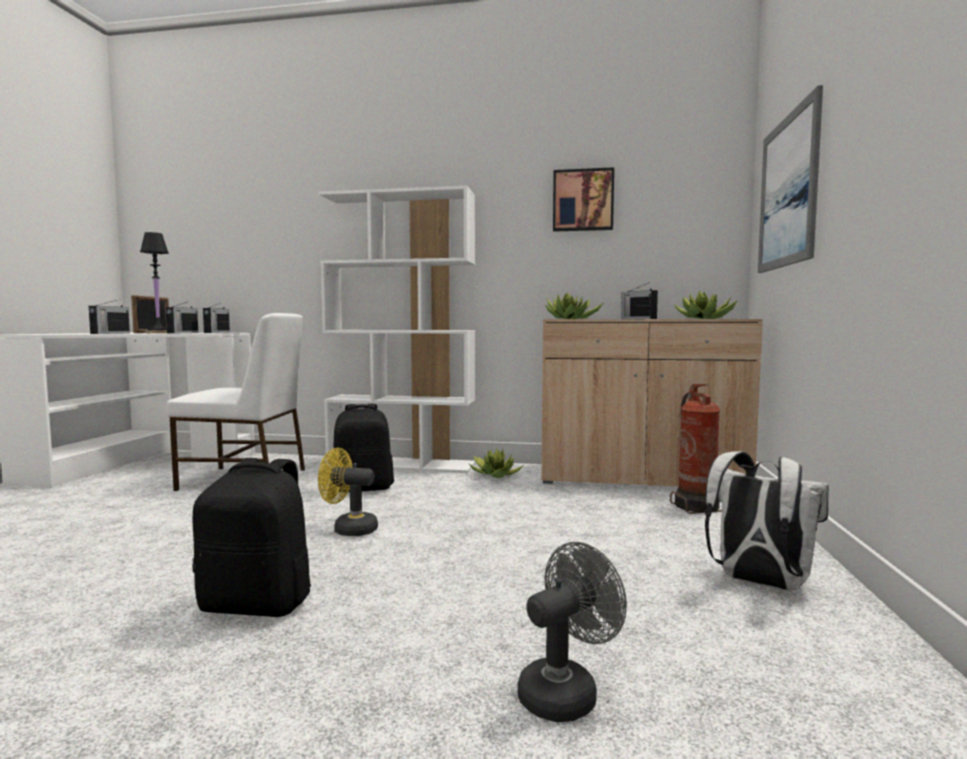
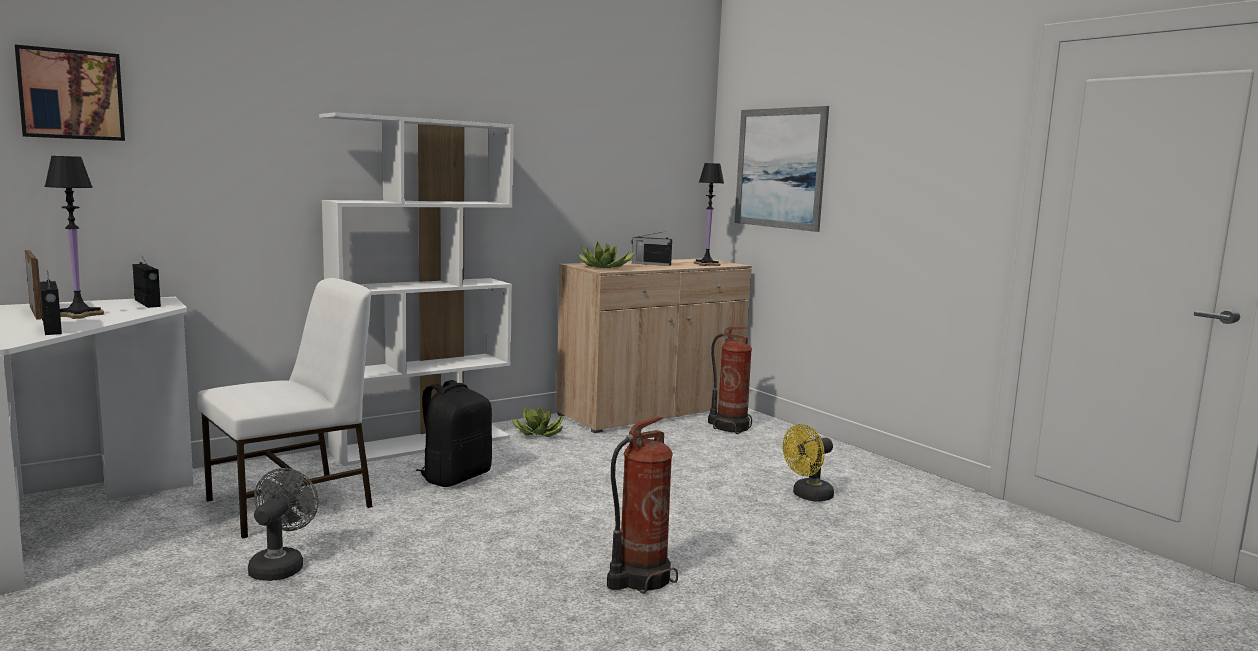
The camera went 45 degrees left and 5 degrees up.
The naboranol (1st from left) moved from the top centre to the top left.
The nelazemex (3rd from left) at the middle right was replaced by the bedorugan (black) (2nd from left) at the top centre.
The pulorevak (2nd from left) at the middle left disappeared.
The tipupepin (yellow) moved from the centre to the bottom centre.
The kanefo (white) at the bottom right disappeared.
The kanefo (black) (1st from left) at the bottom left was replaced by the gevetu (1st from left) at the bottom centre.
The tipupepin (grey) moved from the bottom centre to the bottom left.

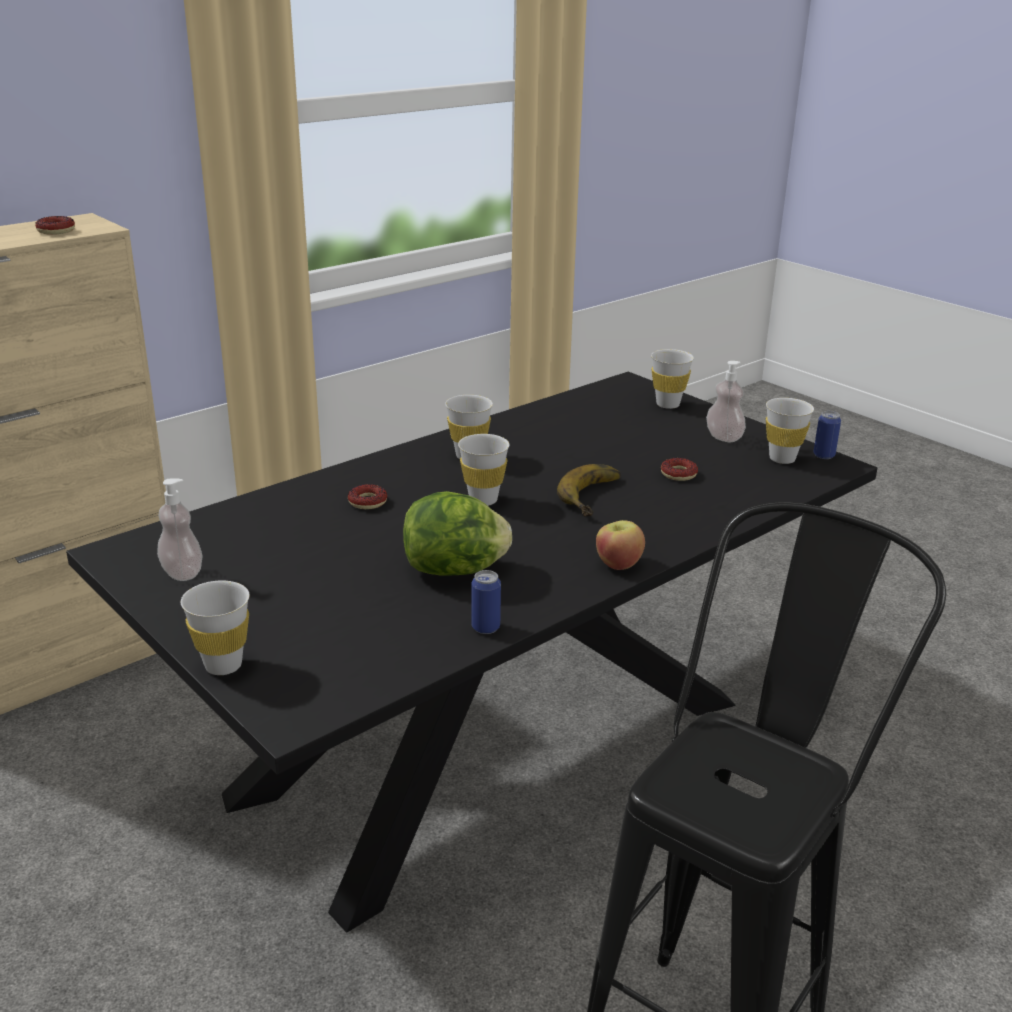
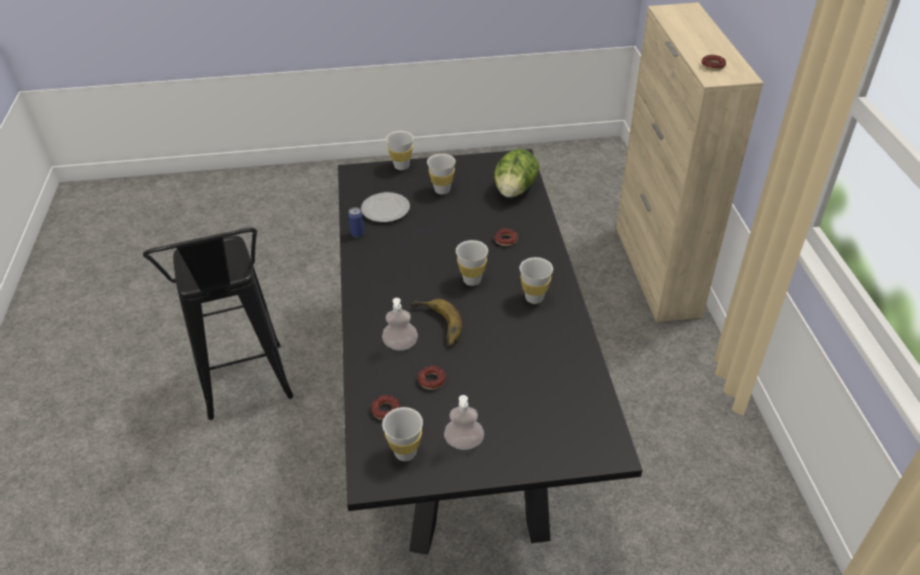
The camera went 125 degrees right and 15 degrees up.
The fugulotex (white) (4th from left in the first image) moved from the centre to the top centre.
The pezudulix (2nd from left) at the middle right disappeared.
The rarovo (1st from left) moved from the middle left to the centre.
The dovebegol moved from the centre to the top centre.
The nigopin at the centre disappeared.
The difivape at the centre appeared.
The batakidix (1st from left) at the bottom centre appeared.

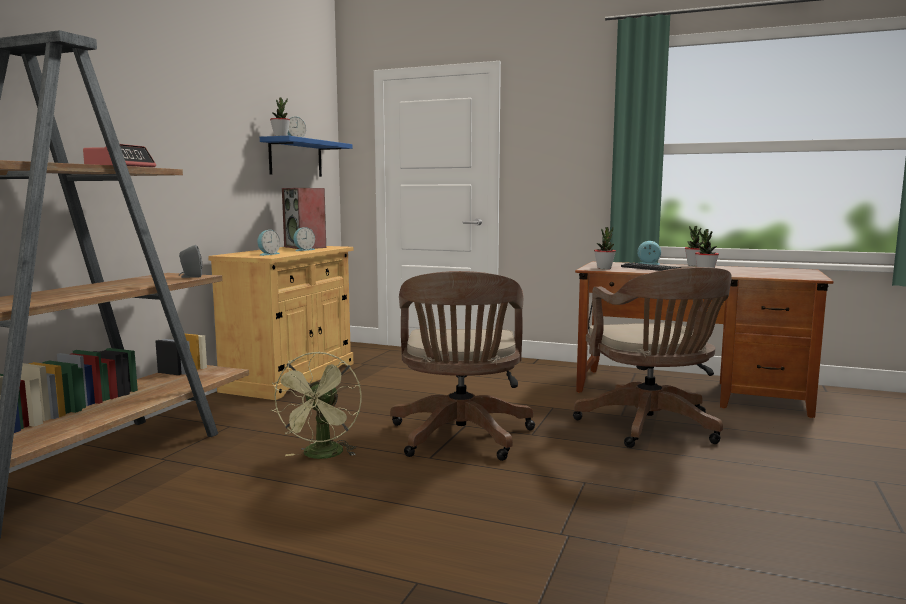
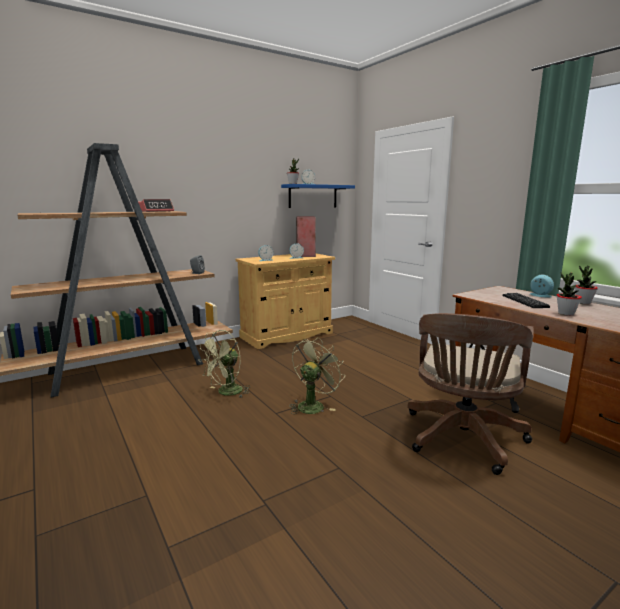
The camera went 35 degrees right and 5 degrees up.
The nelazemex (2nd from left) at the middle right disappeared.
The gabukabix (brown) (1st from left) at the centre was replaced by the tipupepin (green) (2nd from left) at the centre.

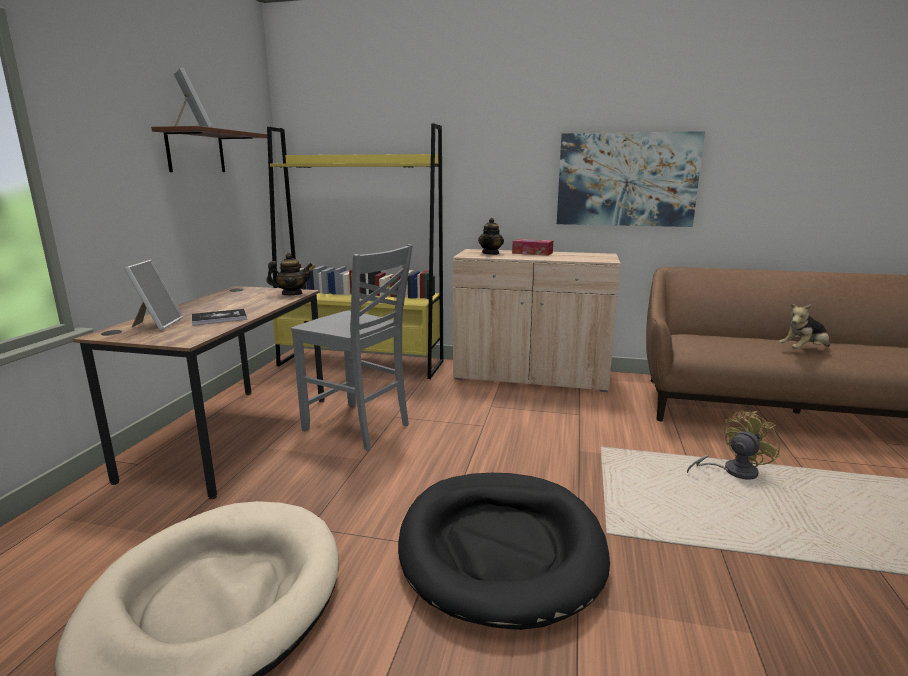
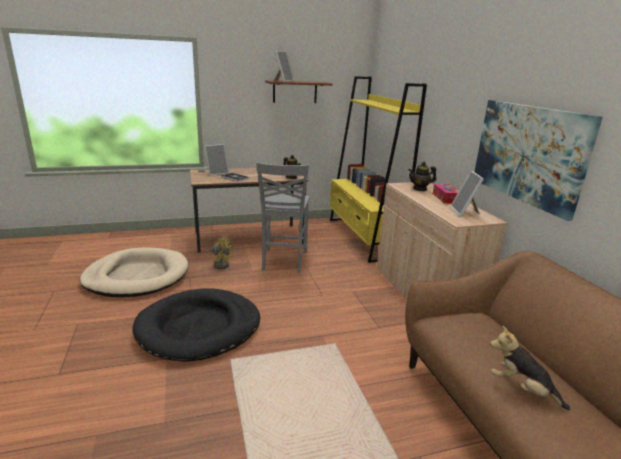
The camera went 60 degrees right and 5 degrees up.
The tipupepin (yellow) moved from the middle right to the centre.
The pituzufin (3rd from left) at the middle right appeared.

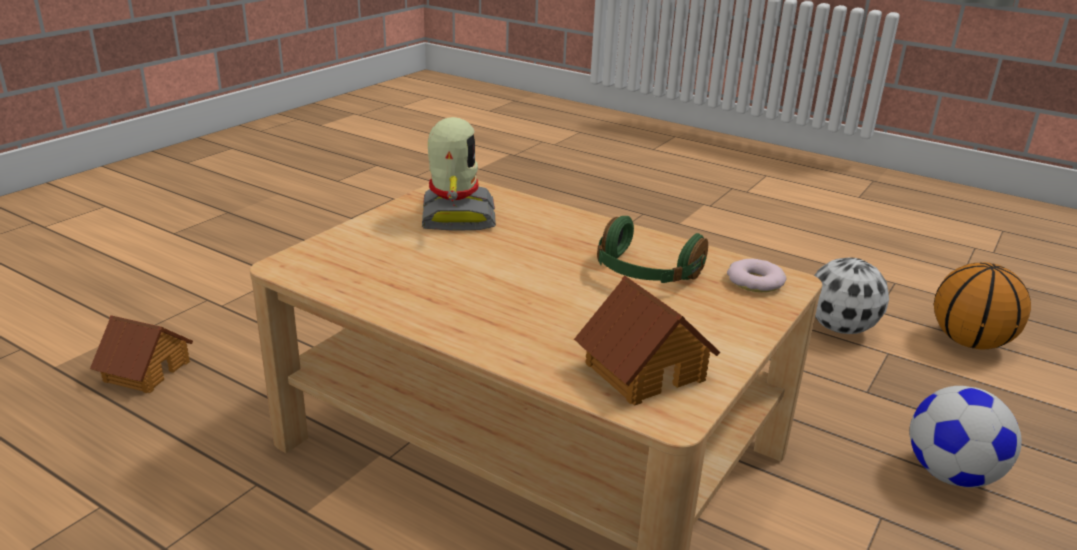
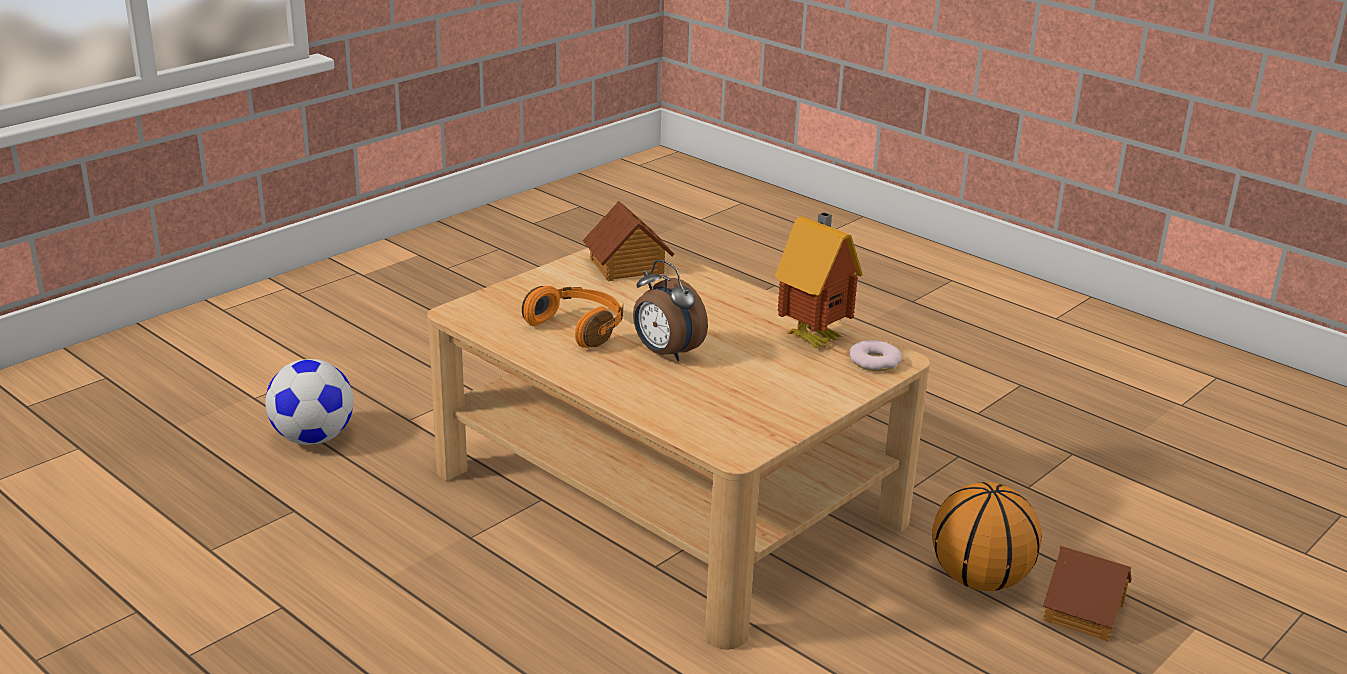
The camera went 170 degrees left and 0 degrees up.
The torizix at the top centre disappeared.
The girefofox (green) at the centre became the girefofox (orange) at the centre.
The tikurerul (1st from left) at the middle right disappeared.
The batakidix moved from the middle right to the centre.
The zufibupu moved from the middle right to the bottom right.
The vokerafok (2nd from left) at the centre appeared.
The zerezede at the centre appeared.

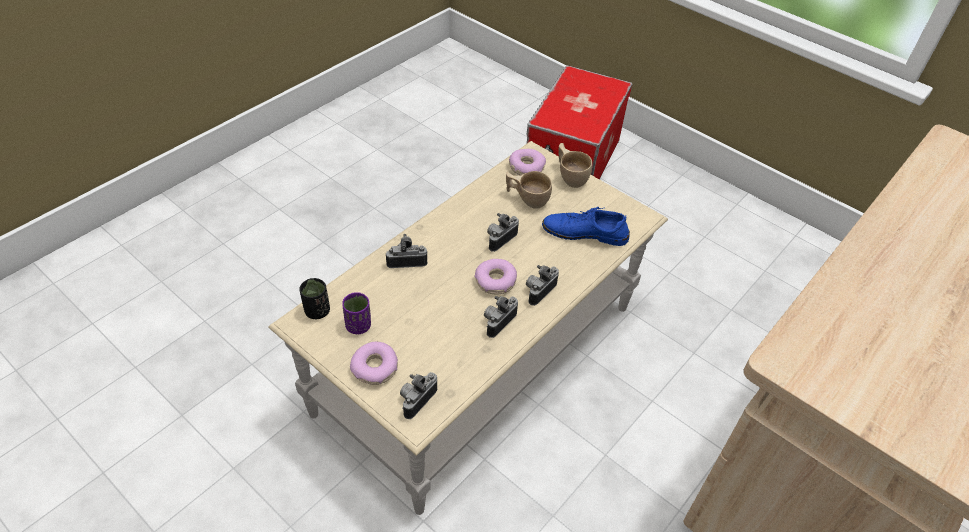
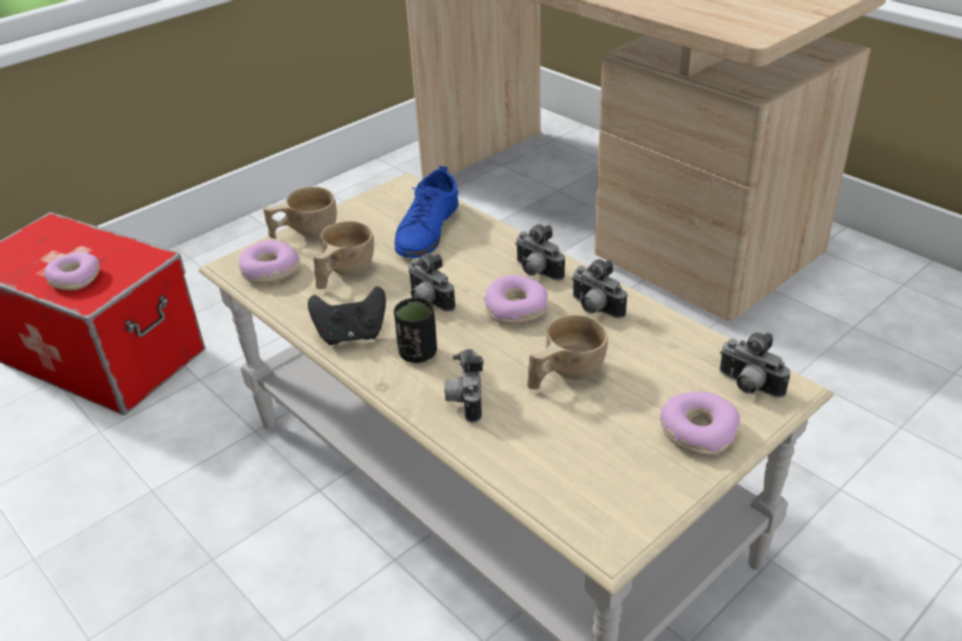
The camera went 80 degrees left and 10 degrees down.
The fugulotex (black) moved from the middle left to the centre.
The fugulotex (purple) at the centre disappeared.
The batakidix (1st from left) at the middle left appeared.
The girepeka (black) at the centre appeared.
The fugulotex (beige) (3rd from left) at the centre appeared.

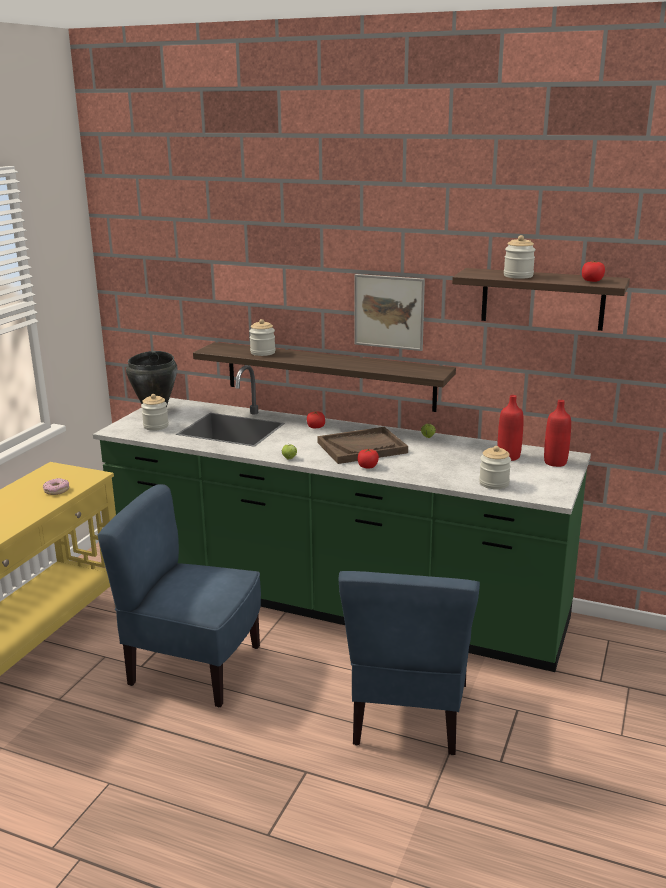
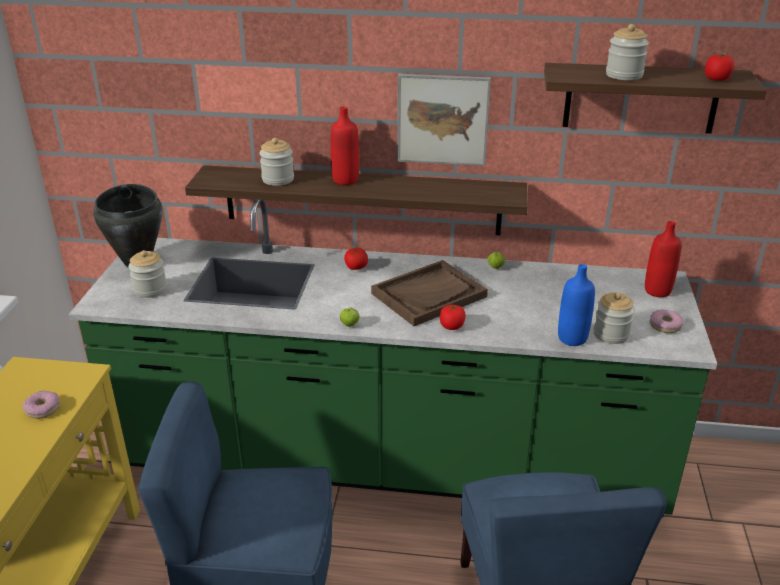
The camera went 15 degrees left and 10 degrees up.
The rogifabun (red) (1st from left) moved from the middle right to the top centre.
The rogifabun (blue) at the middle right appeared.
The batakidix (2nd from left) at the middle right appeared.

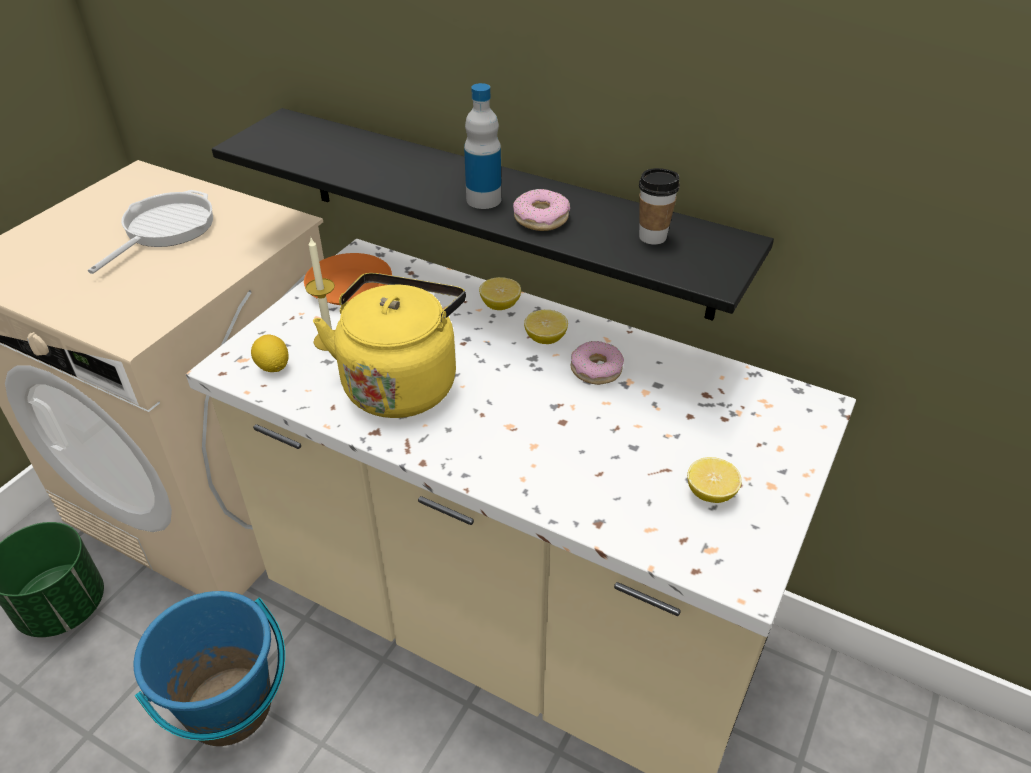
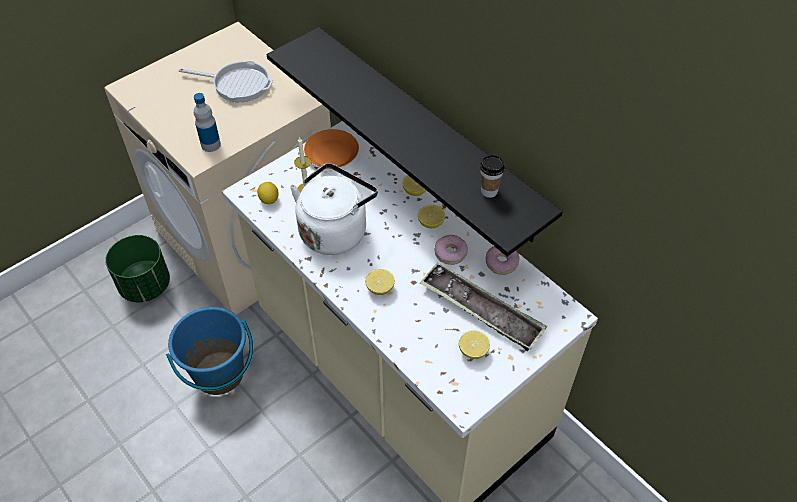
The camera went 20 degrees right and 10 degrees up.
The rogifabun moved from the top centre to the top left.
The batakidix (1st from left in the first image) moved from the top centre to the centre.
The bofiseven at the top left turned 60 degrees clockwise.
The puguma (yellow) at the centre became the puguma (white) at the centre.
The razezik at the centre appeared.
The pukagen (2nd from left) at the centre appeared.

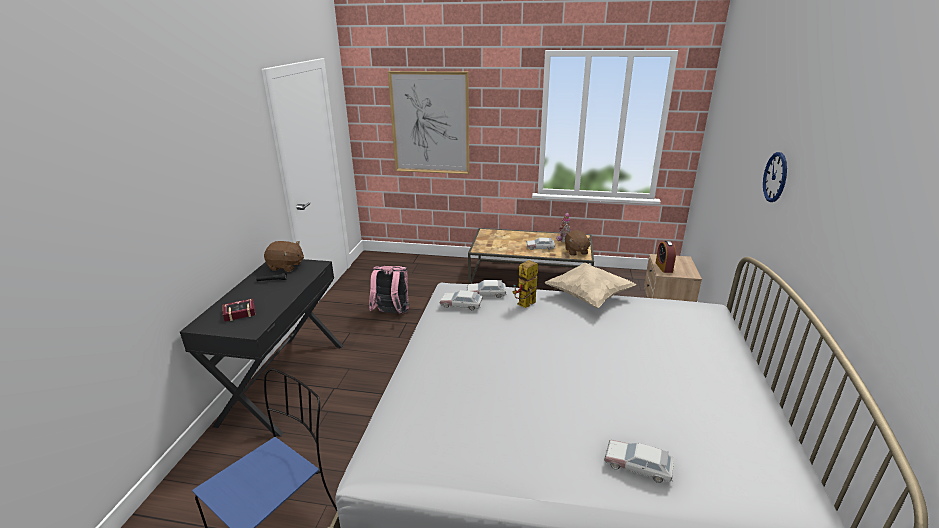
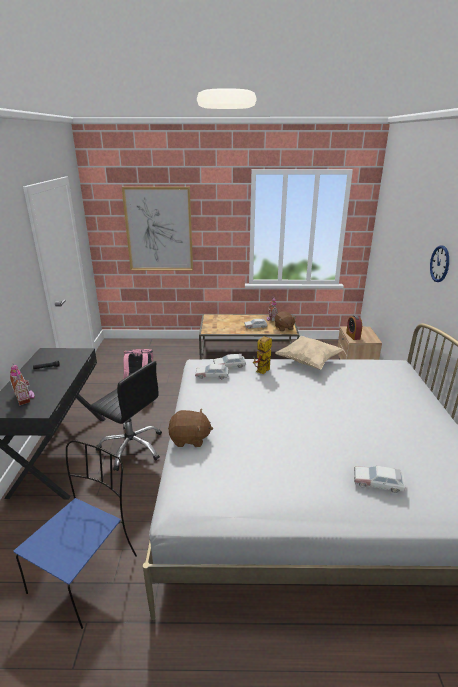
The camera went 10 degrees left and 0 degrees up.
The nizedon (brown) (1st from left) moved from the middle left to the centre.
The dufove at the middle left was replaced by the vokerafok (1st from left) at the middle left.
The gabukabix (black) at the middle left appeared.

